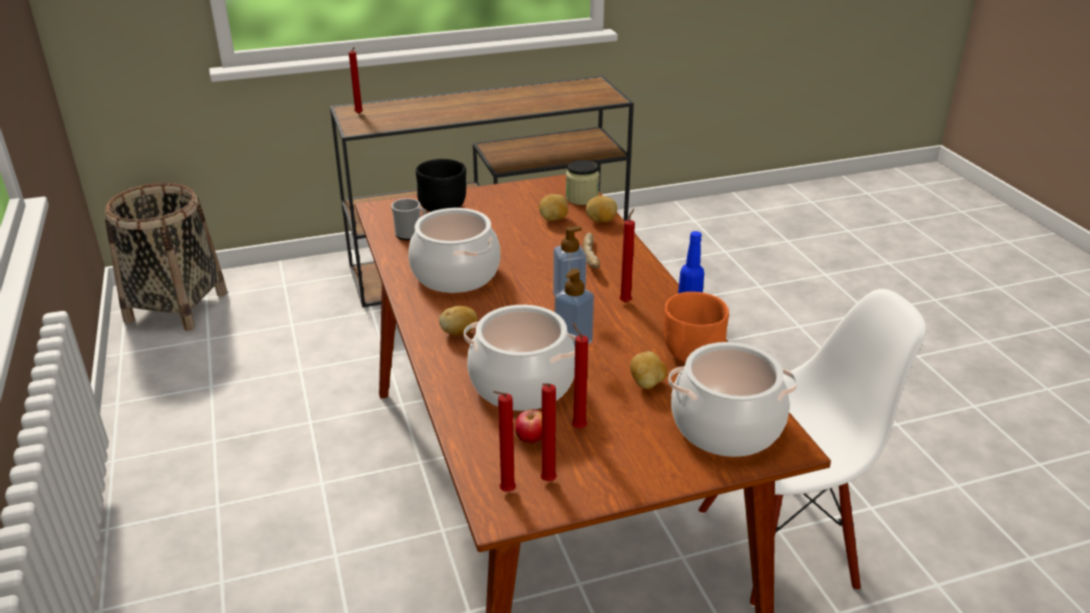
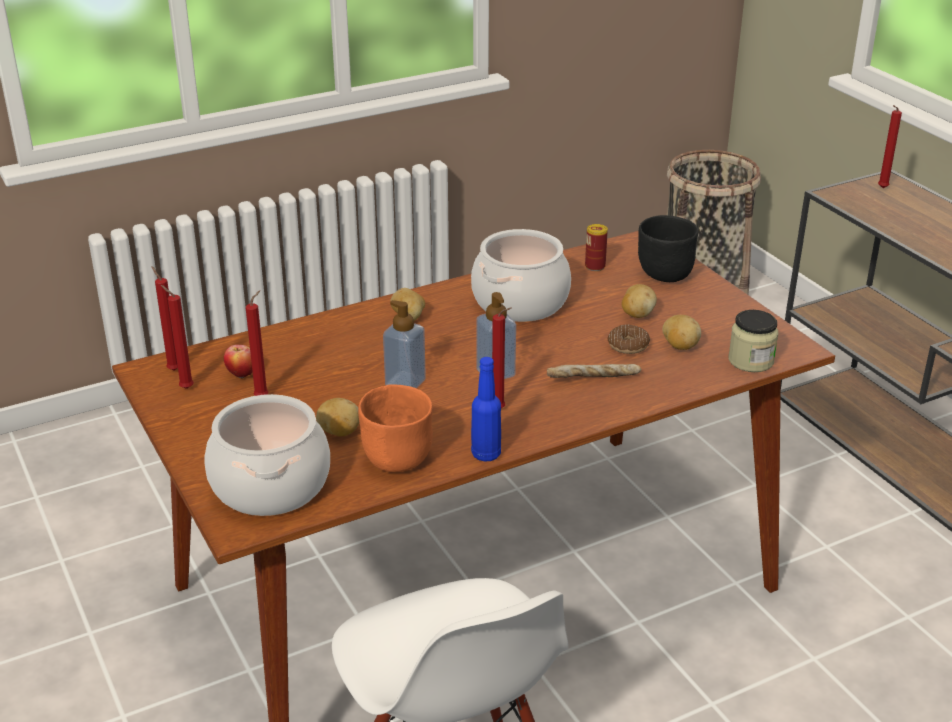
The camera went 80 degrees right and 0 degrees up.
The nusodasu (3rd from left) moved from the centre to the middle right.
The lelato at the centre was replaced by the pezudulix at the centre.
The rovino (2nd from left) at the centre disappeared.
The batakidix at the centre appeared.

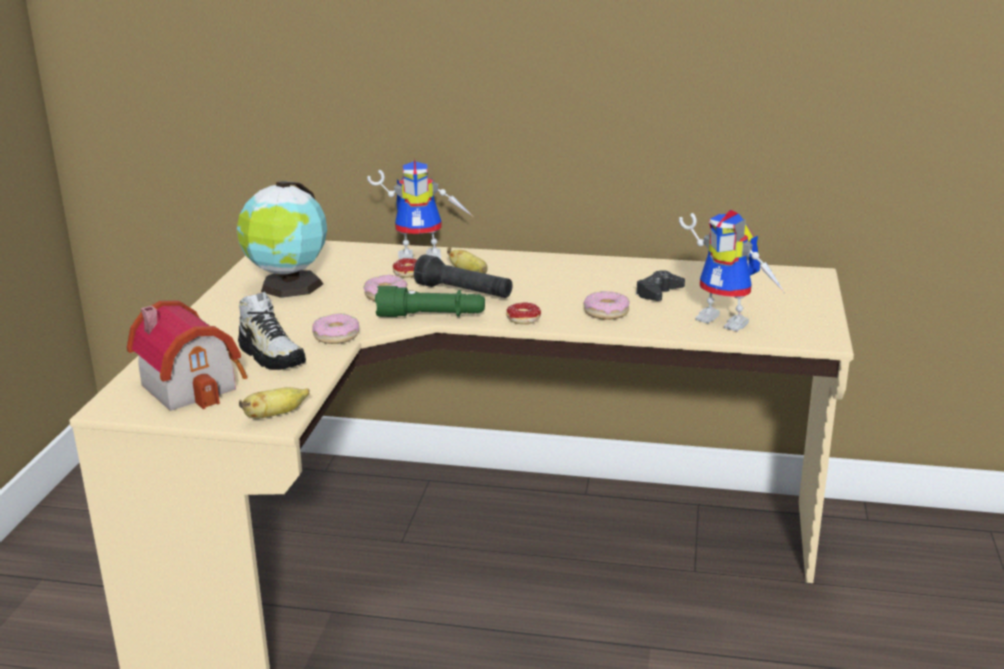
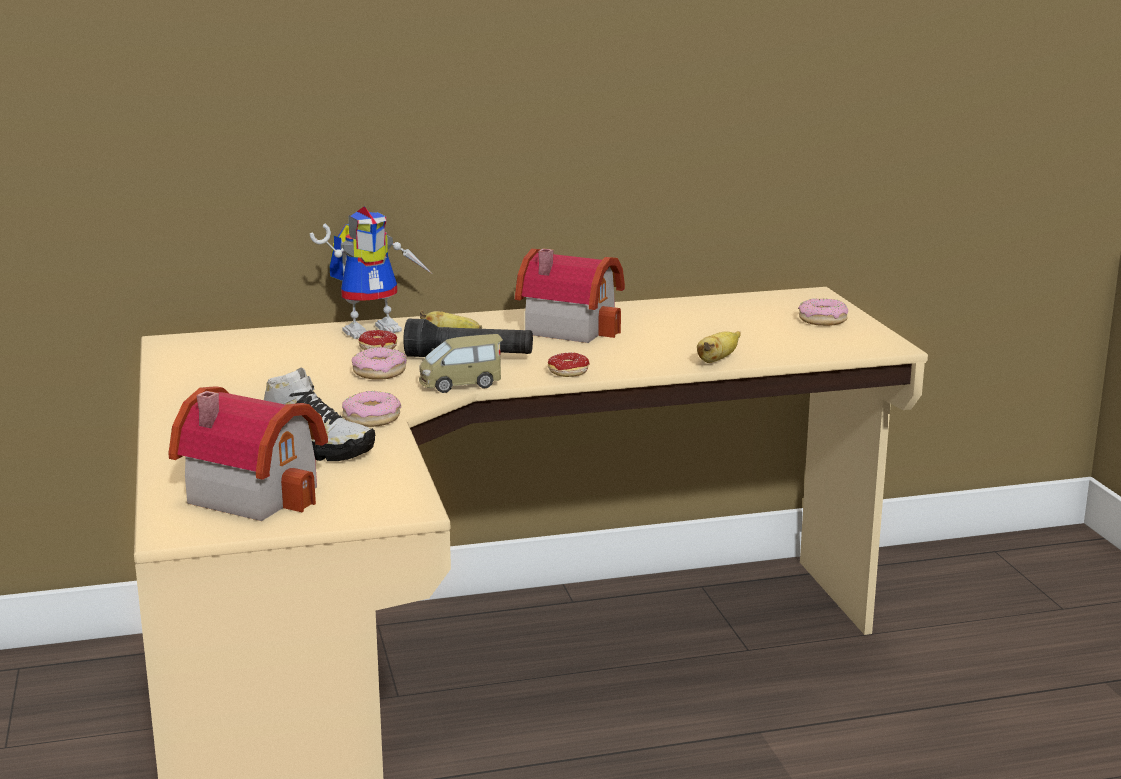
The camera went 25 degrees left and 5 degrees down.
The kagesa at the middle left disappeared.
The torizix (2nd from left) at the middle right disappeared.
The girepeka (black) at the centre disappeared.
The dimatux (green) at the centre was replaced by the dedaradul at the centre.
The batakidix (5th from left) moved from the centre to the middle right.
The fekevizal (1st from left in the first image) moved from the middle left to the centre.
The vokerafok (2nd from left) at the centre appeared.

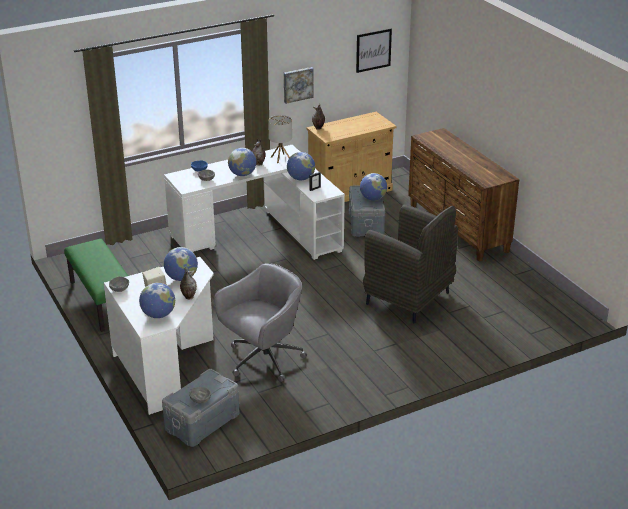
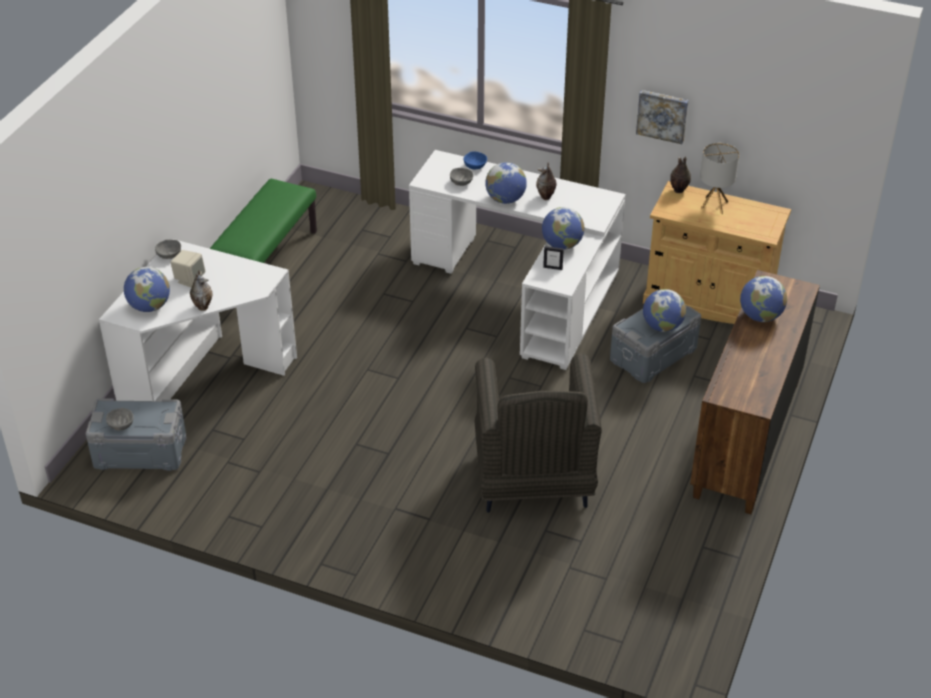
The camera went 50 degrees right and 10 degrees up.
The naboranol (2nd from left) at the top centre disappeared.
The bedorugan moved from the top centre to the top right.
The kagesa (2nd from left in the first image) moved from the middle left to the middle right.
The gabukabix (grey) at the centre disappeared.

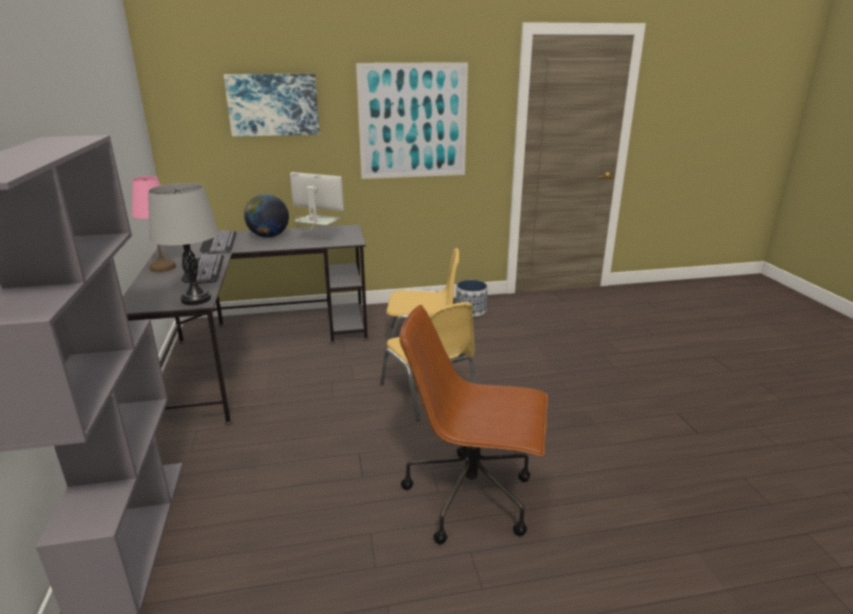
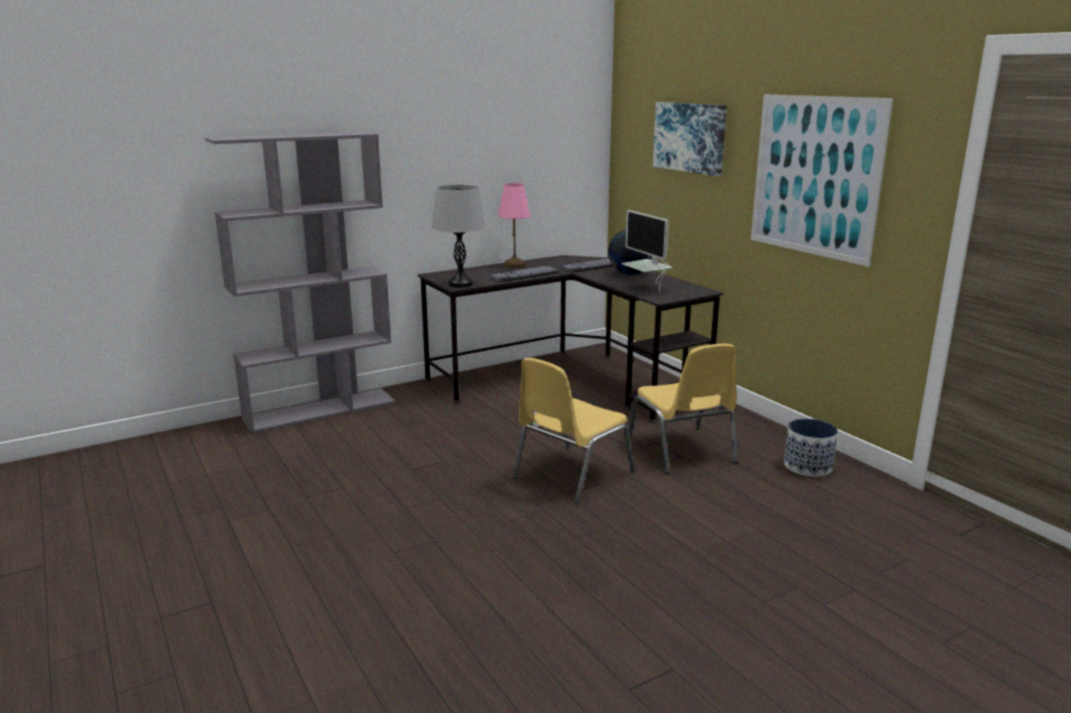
The camera went 70 degrees right and 5 degrees down.
The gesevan at the centre turned 150 degrees clockwise.
The gabukabix (brown) at the bottom centre disappeared.

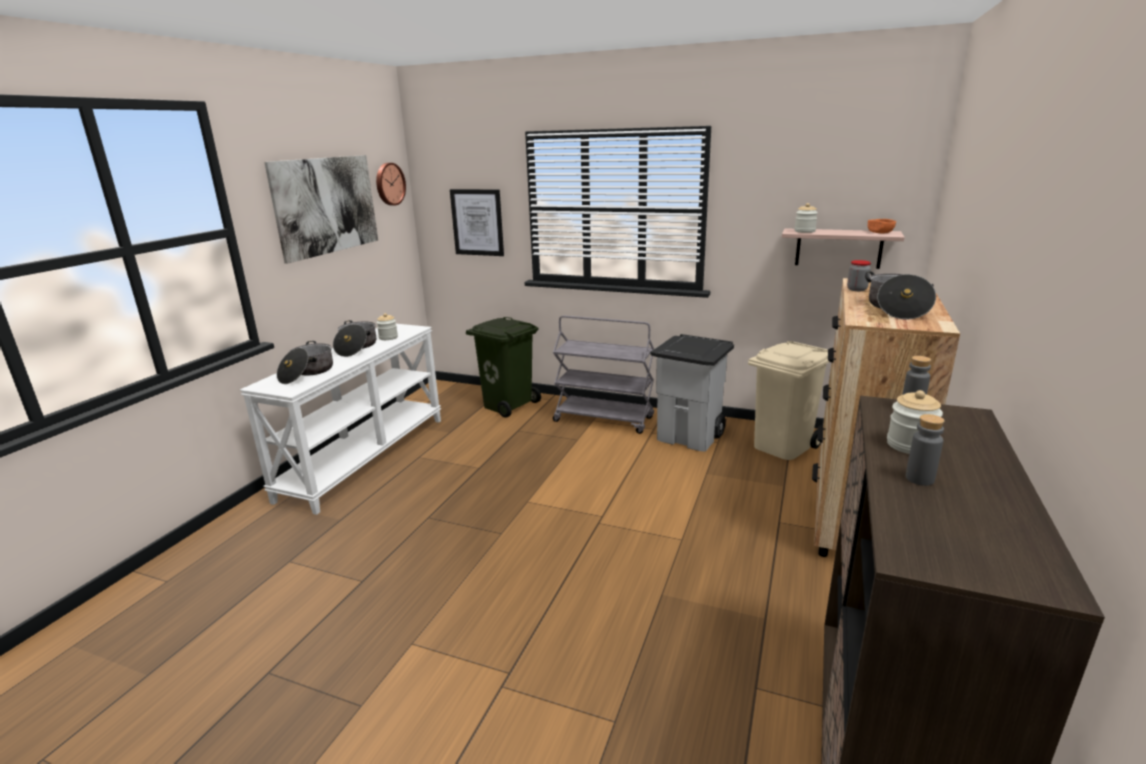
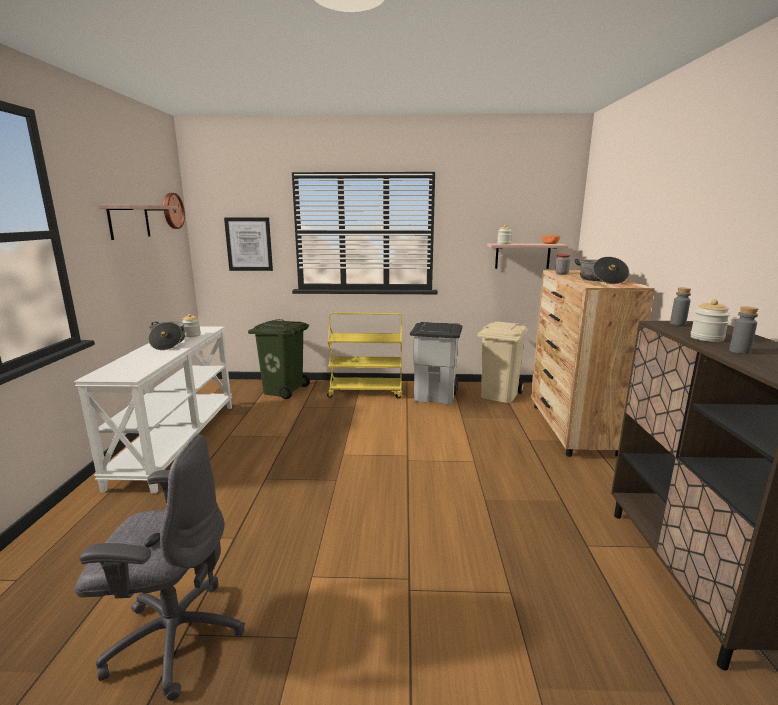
The camera went 20 degrees left and 5 degrees down.
The naboranol (1st from left) at the top left was replaced by the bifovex (1st from left) at the top left.
The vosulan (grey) at the centre became the vosulan (yellow) at the centre.
The rovino (1st from left) at the middle left disappeared.
The gabukabix (grey) at the bottom left appeared.

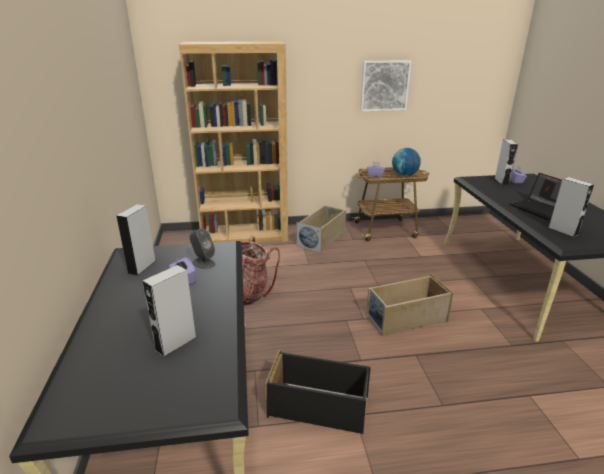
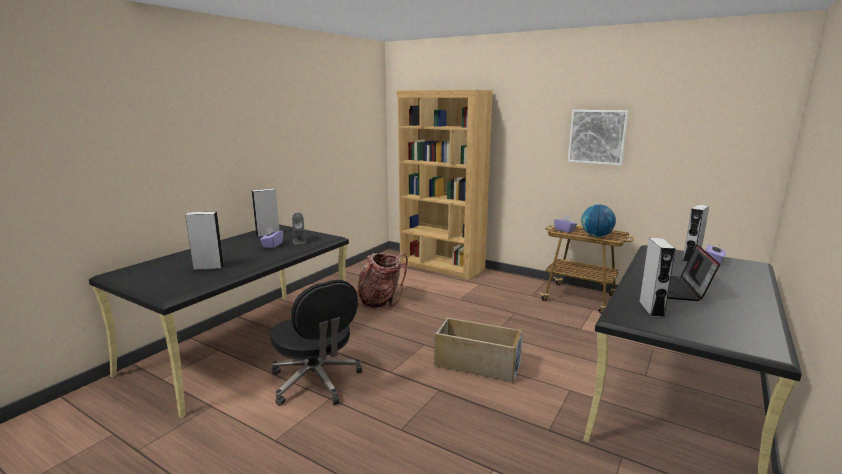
The camera went 40 degrees right and 10 degrees down.
The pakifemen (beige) (1st from left) at the centre disappeared.
The pakifemen (black) at the bottom centre was replaced by the gabukabix (black) at the bottom centre.

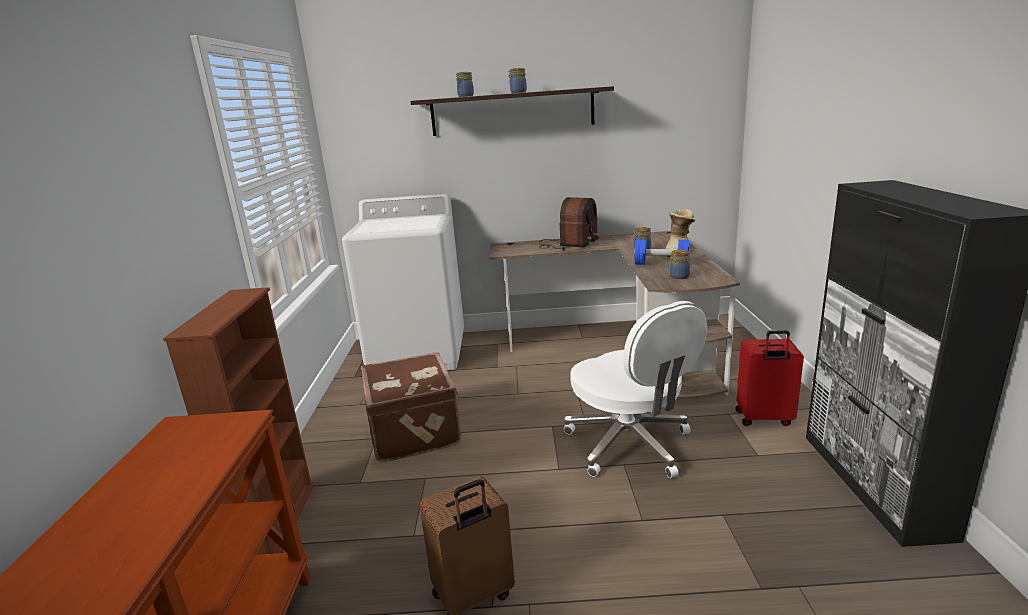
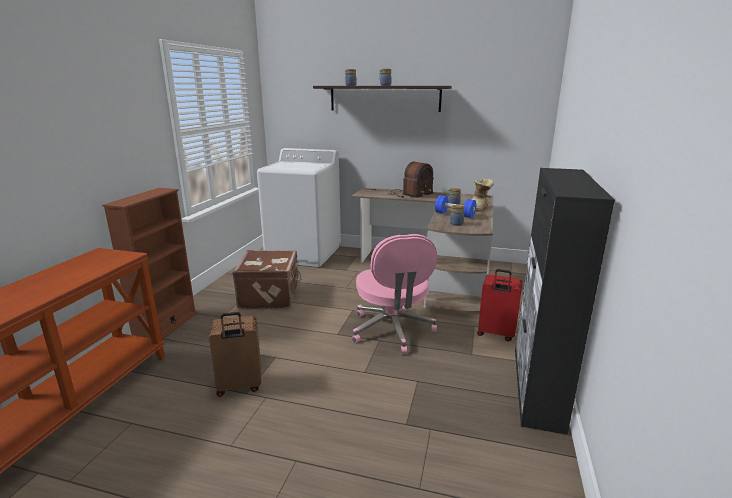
The camera went 15 degrees right and 0 degrees up.
The gabukabix (white) at the centre became the gabukabix (pink) at the centre.

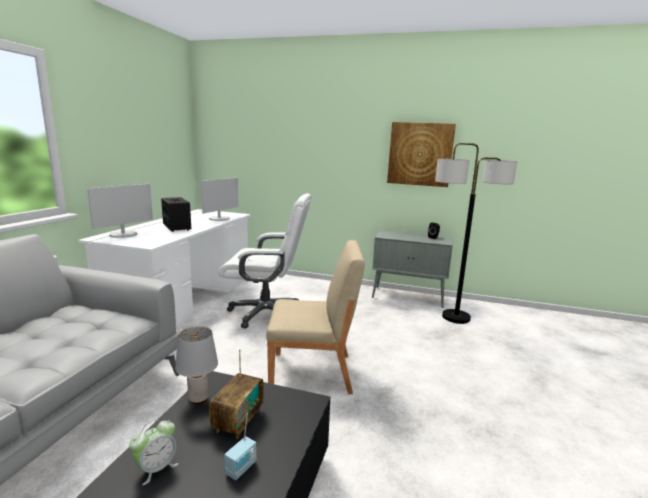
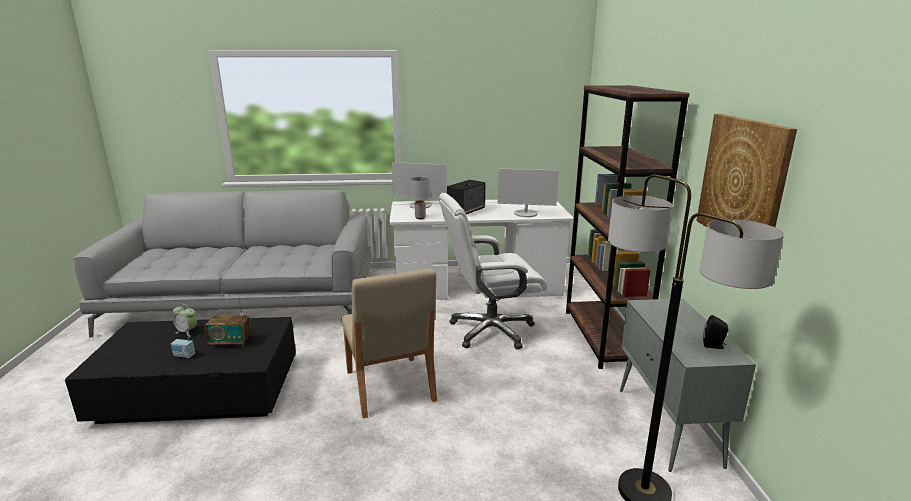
The camera went 70 degrees right and 5 degrees up.
The gabukabix (white) at the centre turned 90 degrees clockwise.
The bedorugan (grey) moved from the bottom left to the centre.
The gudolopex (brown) at the middle right appeared.

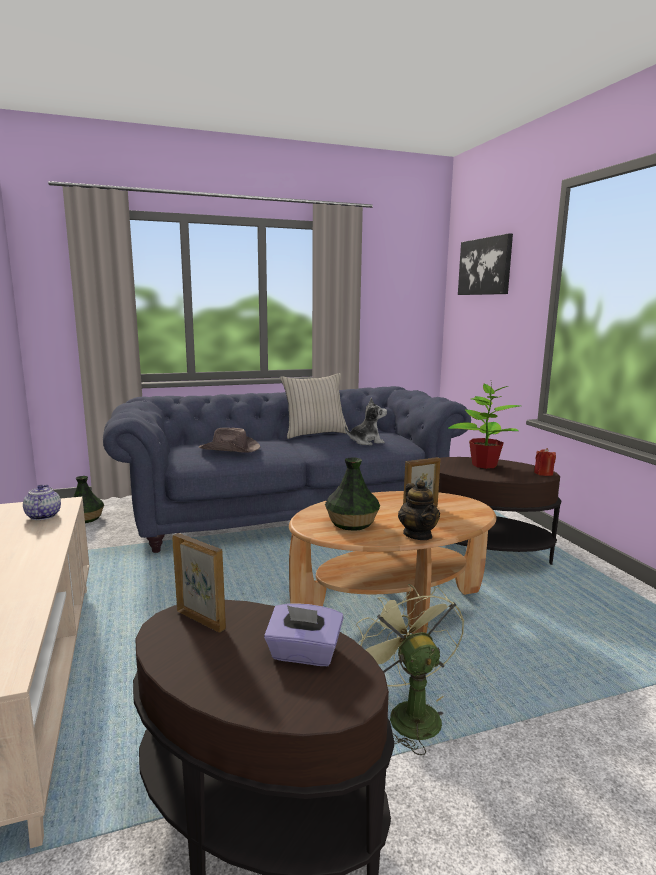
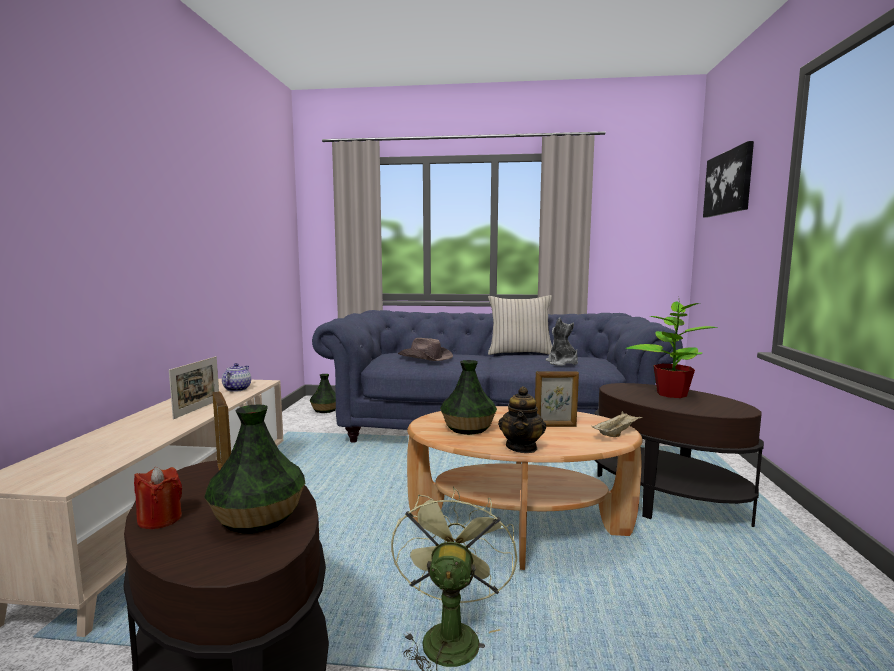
The camera went 25 degrees right and 5 degrees down.
The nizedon at the centre turned 120 degrees counterclockwise.
The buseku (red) moved from the middle right to the bottom left.
The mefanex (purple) at the bottom centre was replaced by the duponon (1st from left) at the bottom left.
The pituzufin (1st from left) at the middle left appeared.
The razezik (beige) at the middle right appeared.

